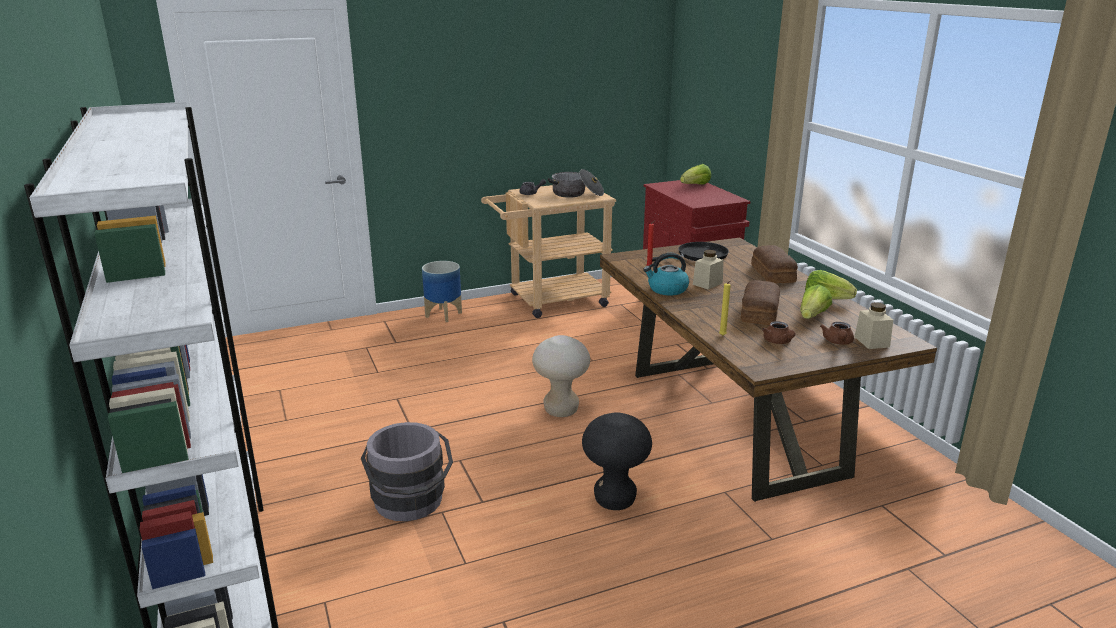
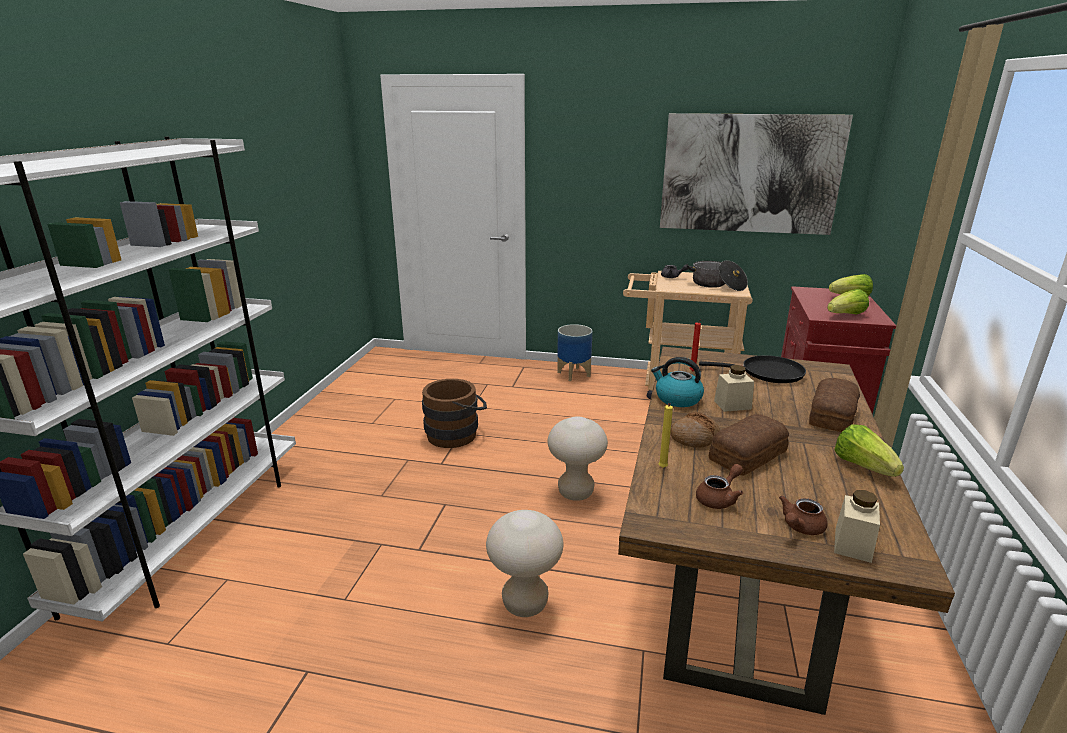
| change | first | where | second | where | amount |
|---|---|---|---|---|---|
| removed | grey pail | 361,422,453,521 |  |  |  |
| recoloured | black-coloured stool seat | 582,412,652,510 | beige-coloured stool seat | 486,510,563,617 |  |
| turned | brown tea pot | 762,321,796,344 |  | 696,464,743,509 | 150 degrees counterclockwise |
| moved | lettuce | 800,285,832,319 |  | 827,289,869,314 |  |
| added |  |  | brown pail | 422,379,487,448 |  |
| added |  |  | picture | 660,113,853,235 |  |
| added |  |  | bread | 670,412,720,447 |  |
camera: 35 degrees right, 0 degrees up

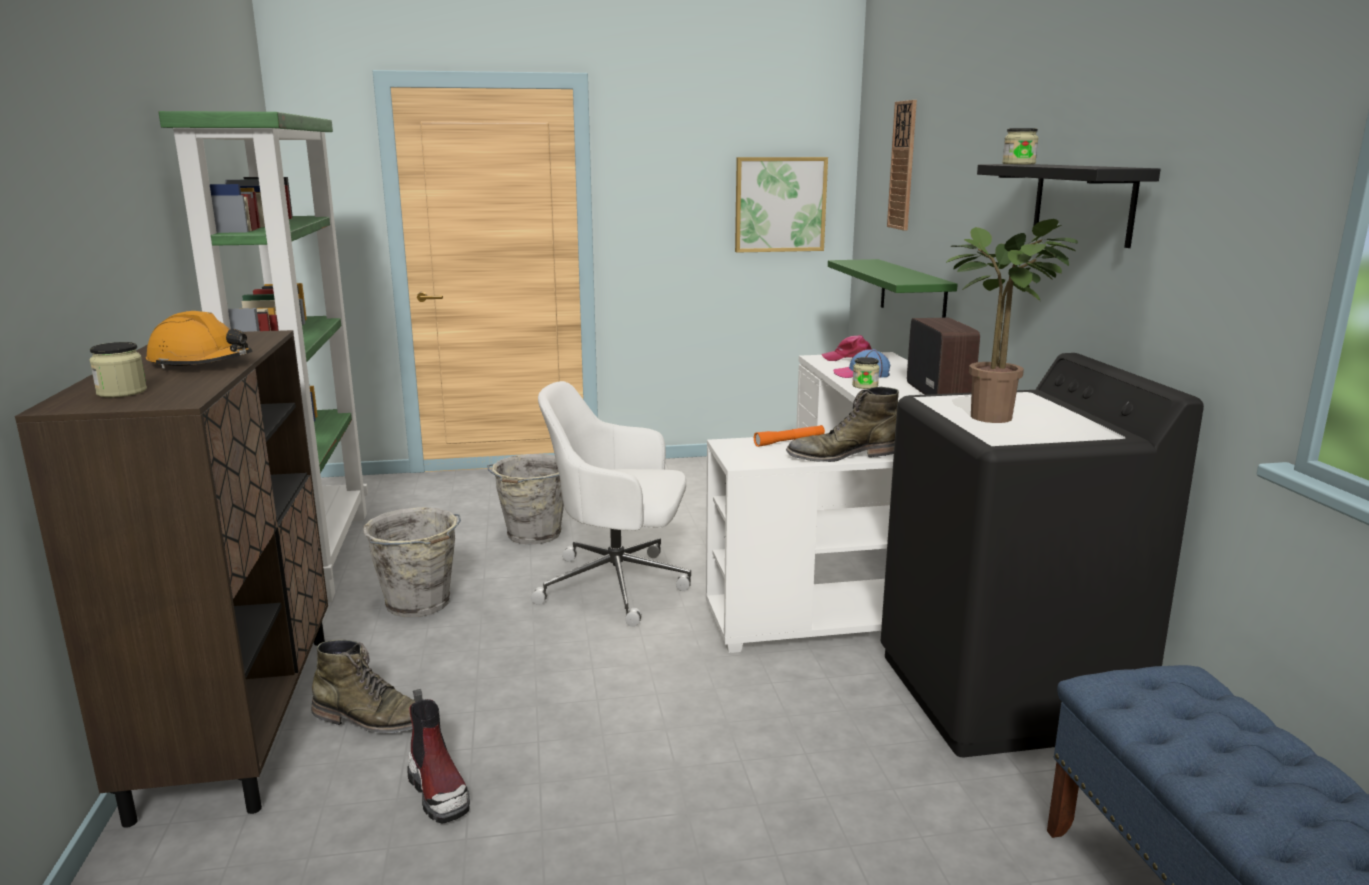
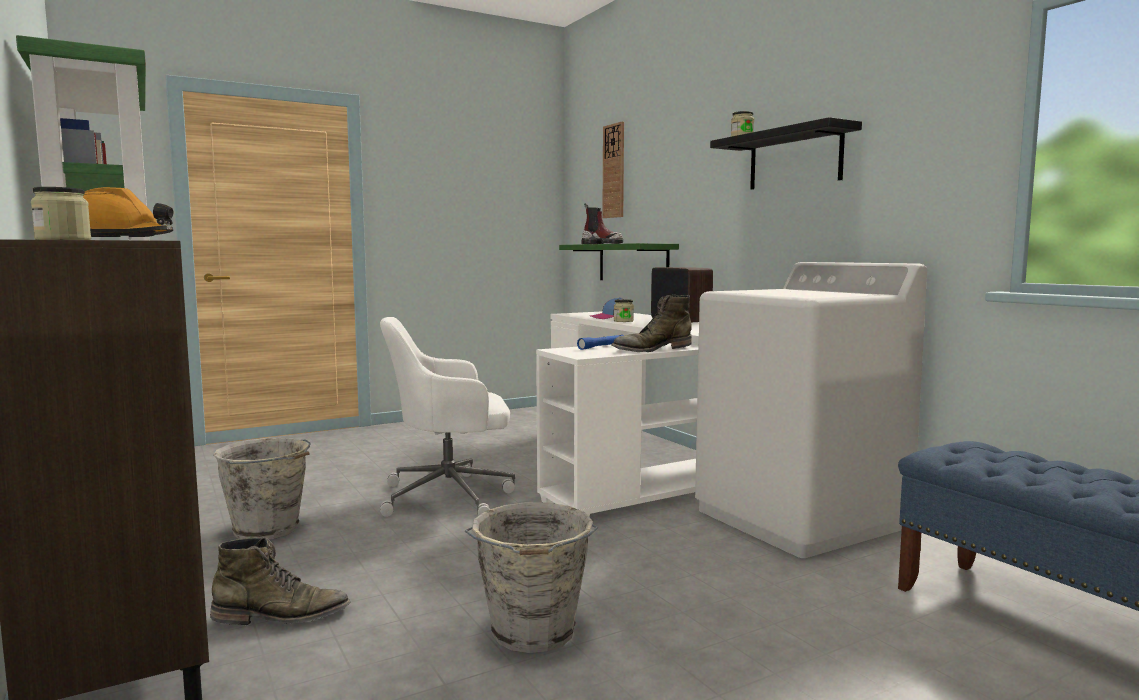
| change | first | where | second | where | amount |
|---|---|---|---|---|---|
| moved | high-top boot | 407,689,470,824 |  | 581,204,623,244 |  |
| moved | grey pail | 488,454,564,545 |  | 465,502,598,653 |  |
| removed | picture | 735,157,828,253 |  |  |  |
| recoloured | orangey hand torch | 754,425,825,447 | blue hand torch | 577,335,624,350 |  |
| removed | pinkish cap | 821,335,872,361 |  |  |  |
| recoloured | black-coloured laundry machine | 881,353,1204,757 | whitish laundry machine | 695,262,927,558 |  |
| removed | plant in a pot | 946,219,1078,423 |  |  |  |
camera: 20 degrees left, 10 degrees down

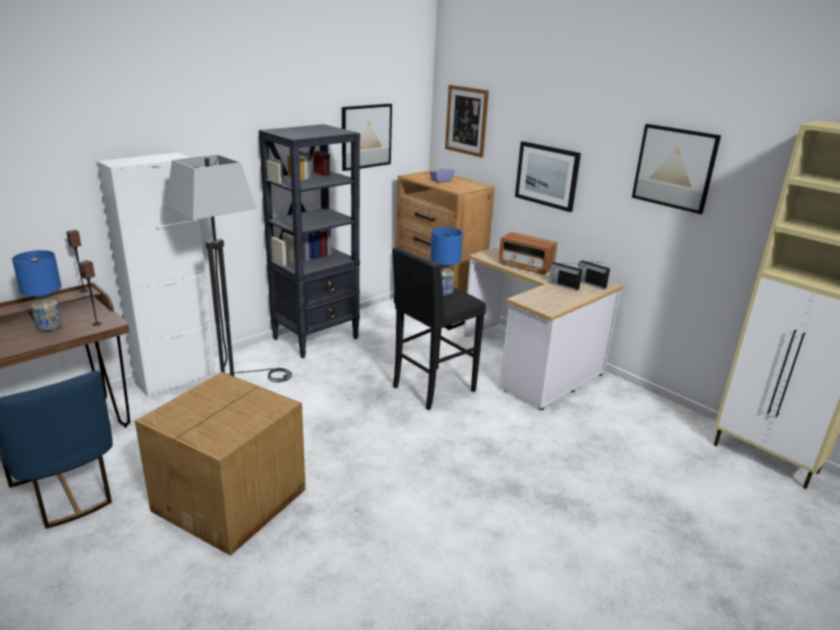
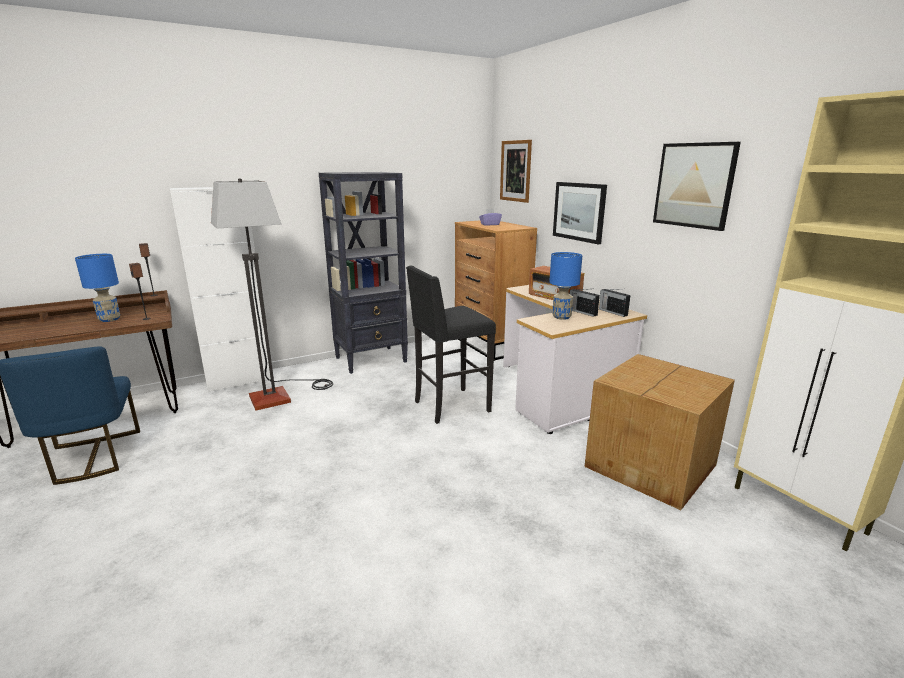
| change | first | where | second | where | amount |
|---|---|---|---|---|---|
| moved | carton | 135,372,306,556 |  | 584,354,735,510 |  |
| removed | picture | 342,104,392,171 |  |  |  |
| moved | blue lamp for a table | 430,227,463,296 |  | 549,252,582,320 |  |
camera: 15 degrees right, 5 degrees down

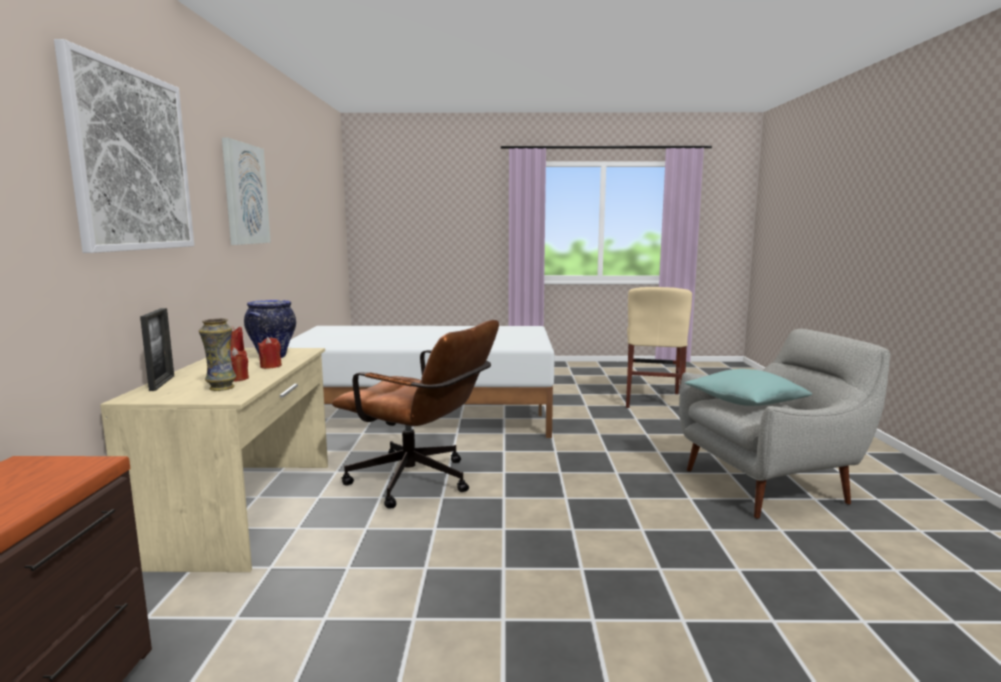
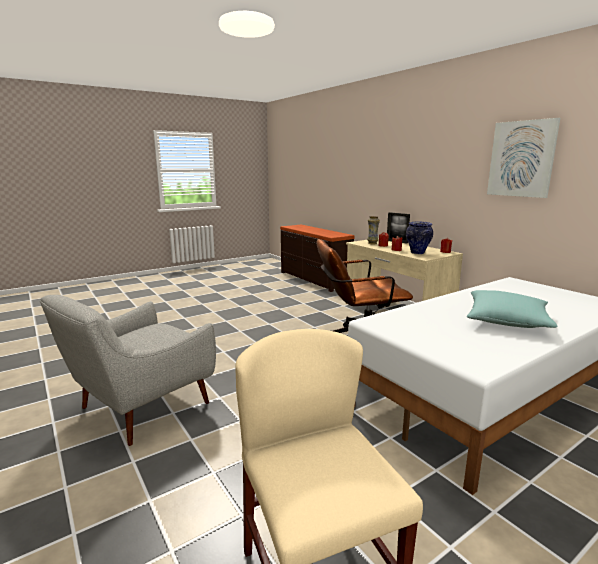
| change | first | where | second | where | amount |
|---|---|---|---|---|---|
| removed | picture | 54,39,194,253 |  |  |  |
| moved | turquoise throw pillow | 685,369,812,406 |  | 467,290,558,328 |  |
camera: 145 degrees right, 5 degrees up

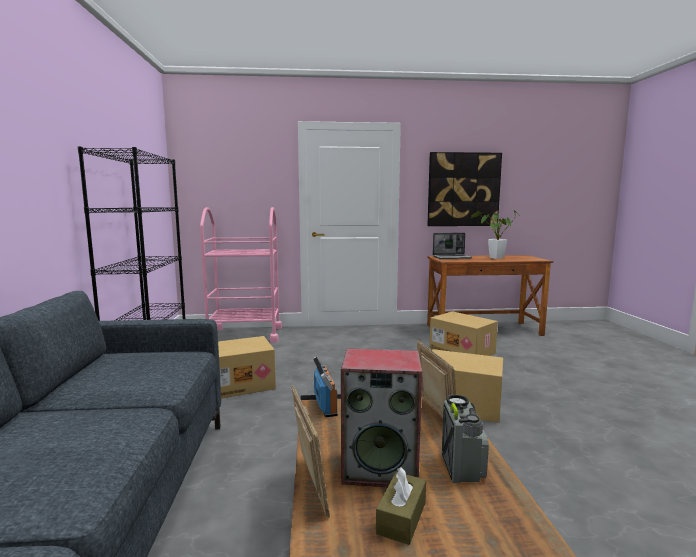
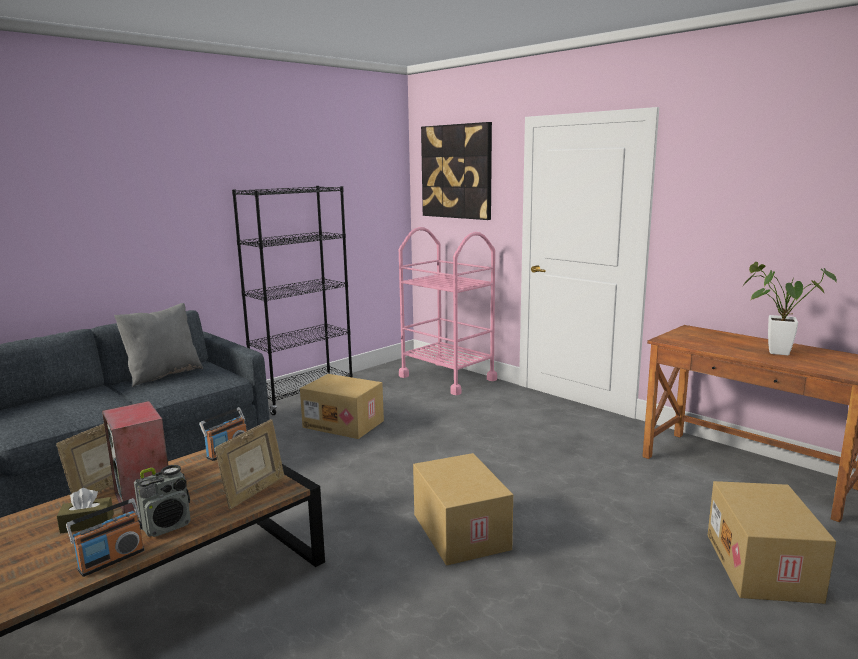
| change | first | where | second | where | amount |
|---|---|---|---|---|---|
| moved | picture | 427,152,502,226 |  | 421,122,492,220 |  |
| moved | carton | 429,311,498,356 |  | 708,481,836,604 |  |
| removed | laptop | 432,233,473,259 |  |  |  |
| added |  |  | radio set | 66,498,144,577 |  |
| added |  |  | grey throw pillow | 114,303,203,387 |  |
camera: 50 degrees right, 5 degrees up

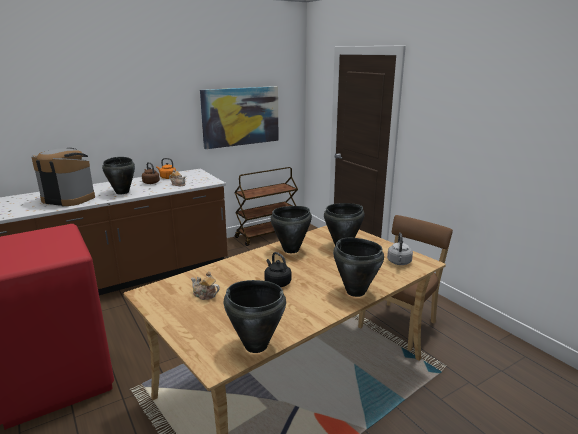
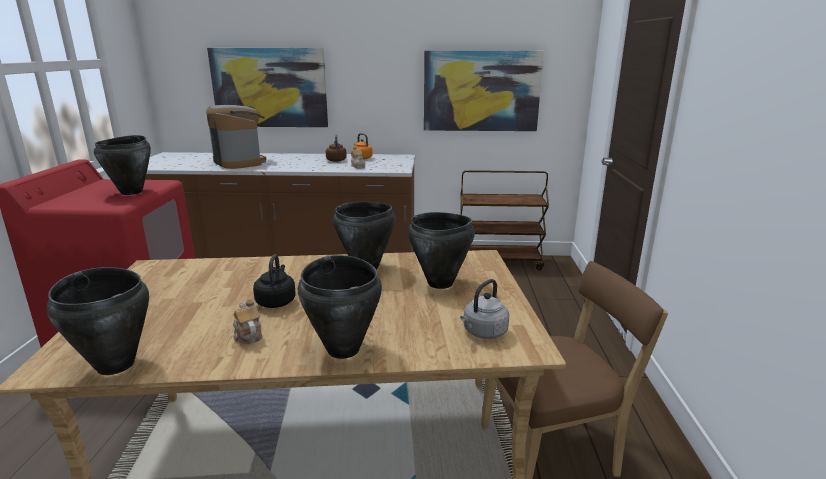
| change | first | where | second | where | amount |
|---|---|---|---|---|---|
| moved | black-coloured stockpot | 102,157,135,194 |  | 94,135,151,195 |  |
| moved | tea pot | 191,271,220,300 |  | 233,299,262,344 |  |
| added |  |  | picture | 207,48,328,127 |  |
camera: 35 degrees right, 0 degrees up

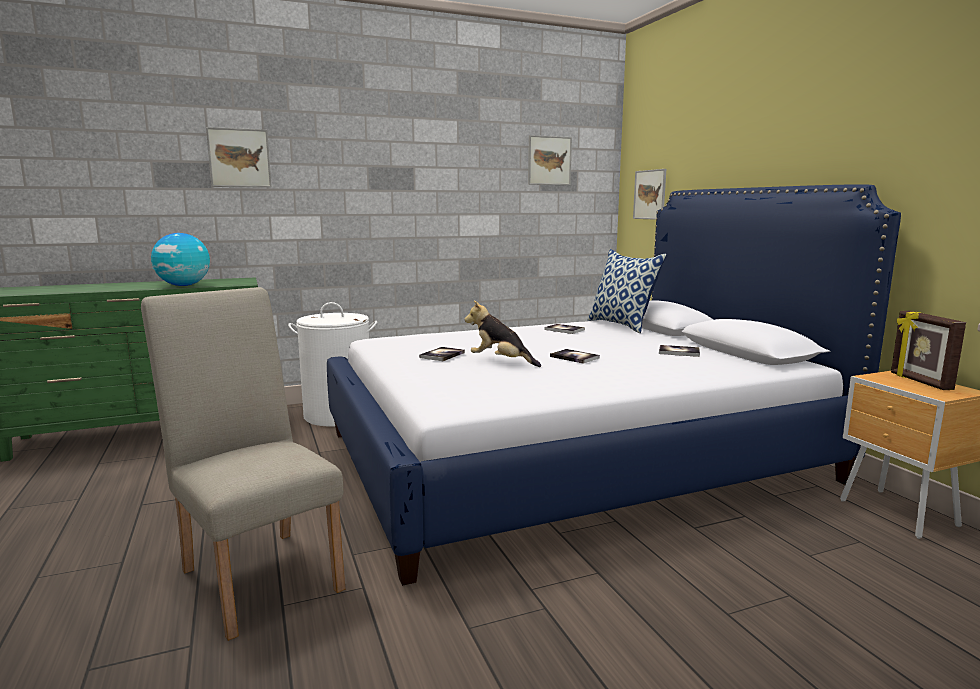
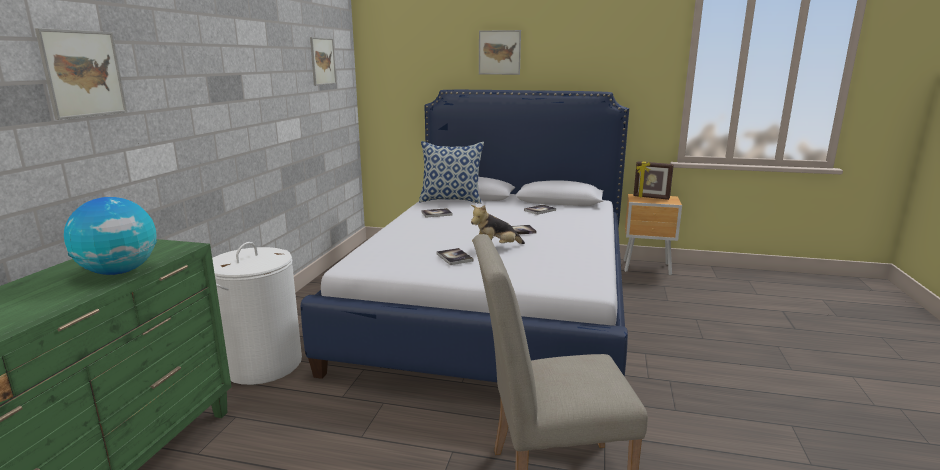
| change | first | where | second | where | amount |
|---|---|---|---|---|---|
| moved | picture | 633,169,666,220 |  | 479,30,521,75 |  |
camera: 55 degrees left, 5 degrees up

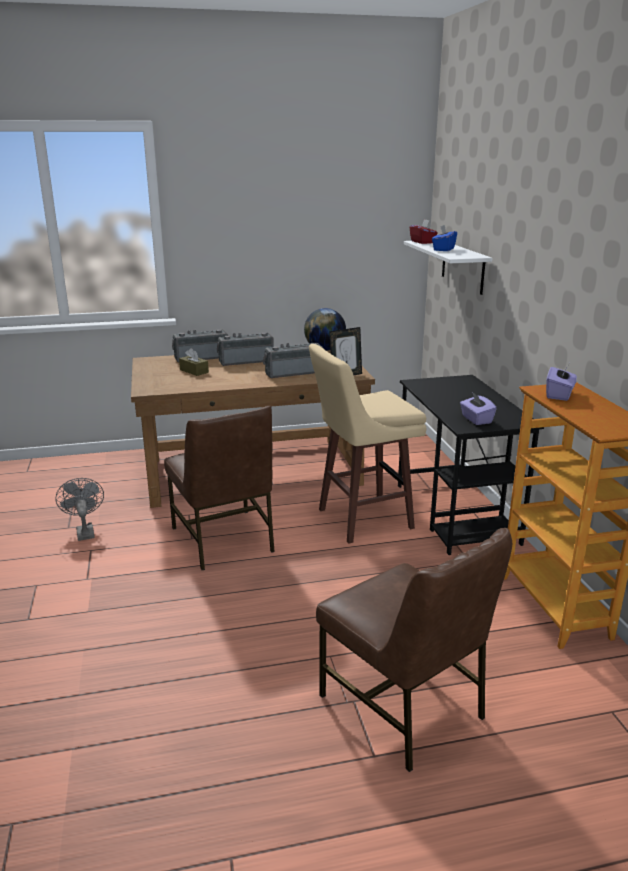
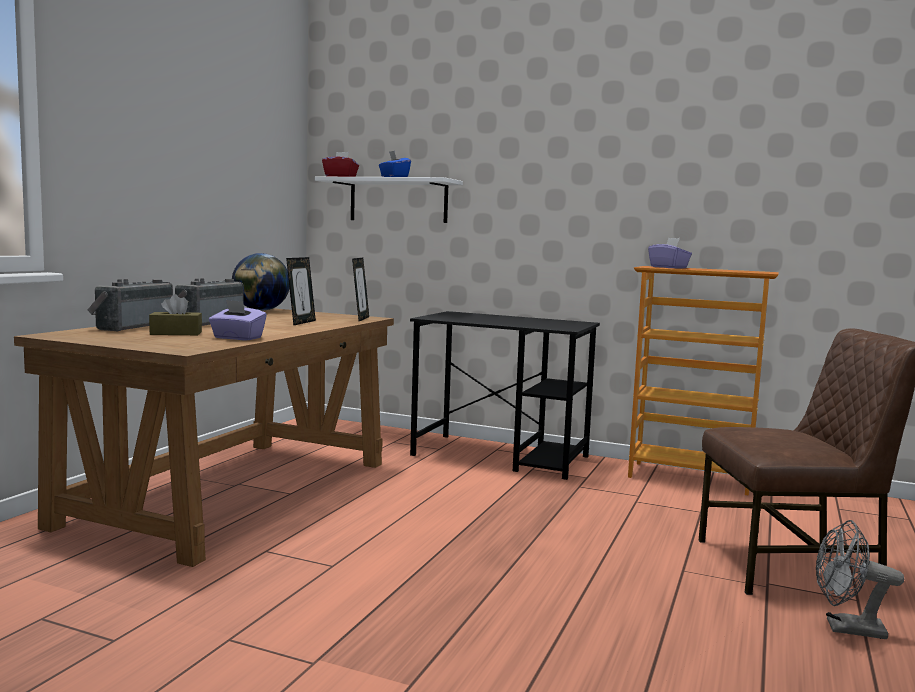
| change | first | where | second | where | amount |
|---|---|---|---|---|---|
| moved | grey cooling fan | 56,478,104,541 |  | 816,520,904,639 |  |
| removed | brown upright chair | 164,406,275,570 |  |  |  |
| replaced | radio set | 263,343,323,378 | photo frame | 286,257,316,325 |  |
| removed | beige-coloured stool seat | 309,344,426,544 |  |  |  |
| moved | purple tissue box | 460,392,497,425 |  | 209,300,267,340 |  |
camera: 55 degrees left, 15 degrees down

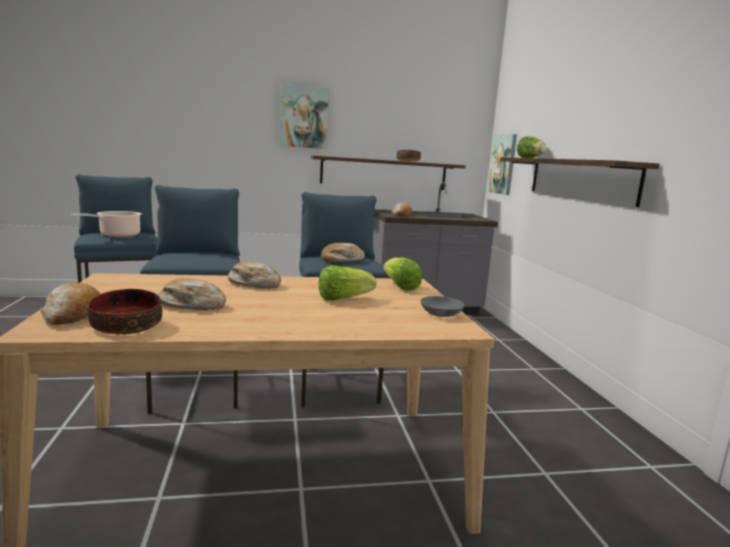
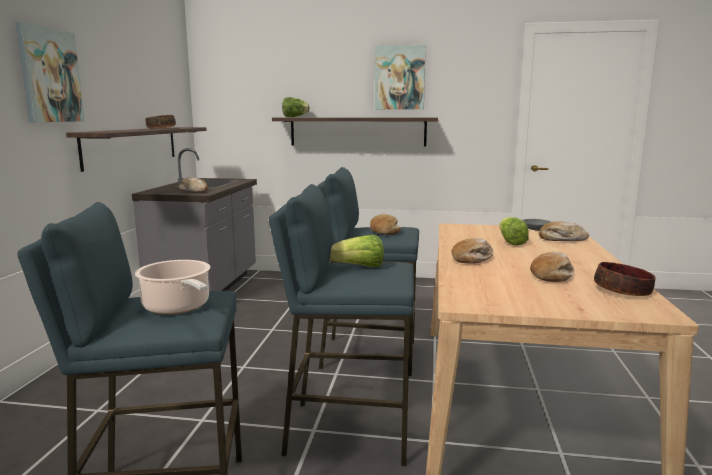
| change | first | where | second | where | amount |
|---|---|---|---|---|---|
| moved | bread | 40,283,101,325 |  | 539,221,589,241 |  |
| moved | lettuce | 383,258,422,291 |  | 330,235,384,267 |  |
| moved | picture | 486,134,517,195 |  | 375,45,426,110 |  |
camera: 70 degrees left, 0 degrees up

